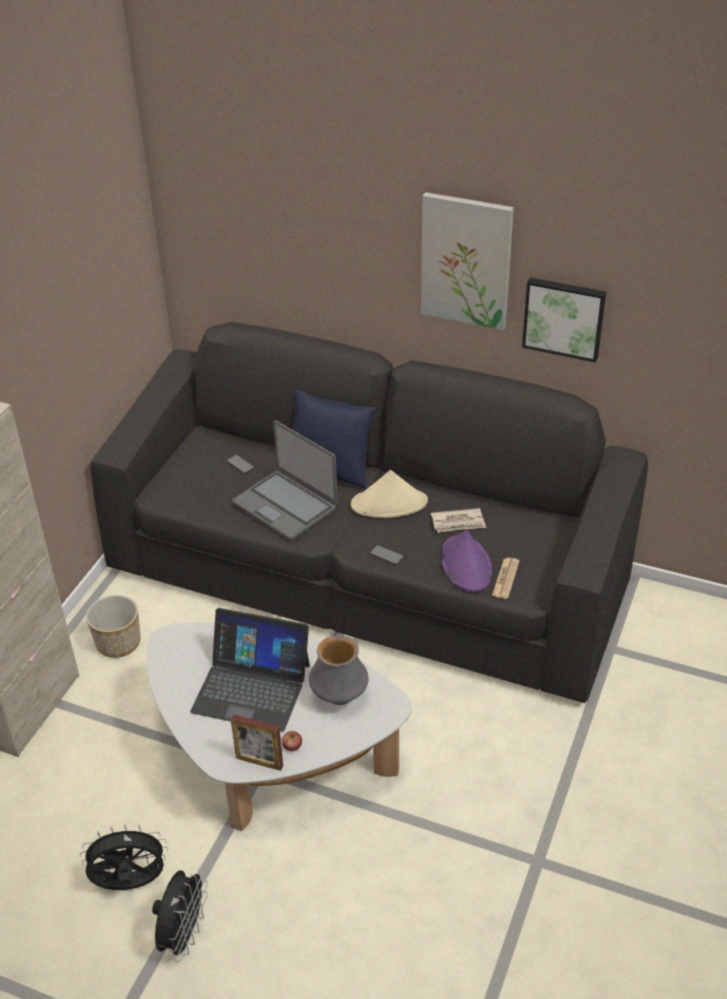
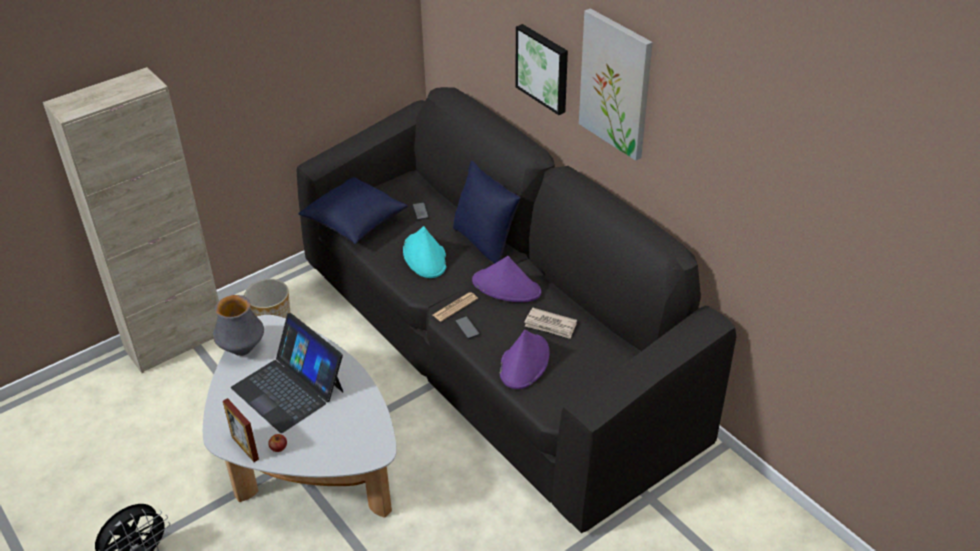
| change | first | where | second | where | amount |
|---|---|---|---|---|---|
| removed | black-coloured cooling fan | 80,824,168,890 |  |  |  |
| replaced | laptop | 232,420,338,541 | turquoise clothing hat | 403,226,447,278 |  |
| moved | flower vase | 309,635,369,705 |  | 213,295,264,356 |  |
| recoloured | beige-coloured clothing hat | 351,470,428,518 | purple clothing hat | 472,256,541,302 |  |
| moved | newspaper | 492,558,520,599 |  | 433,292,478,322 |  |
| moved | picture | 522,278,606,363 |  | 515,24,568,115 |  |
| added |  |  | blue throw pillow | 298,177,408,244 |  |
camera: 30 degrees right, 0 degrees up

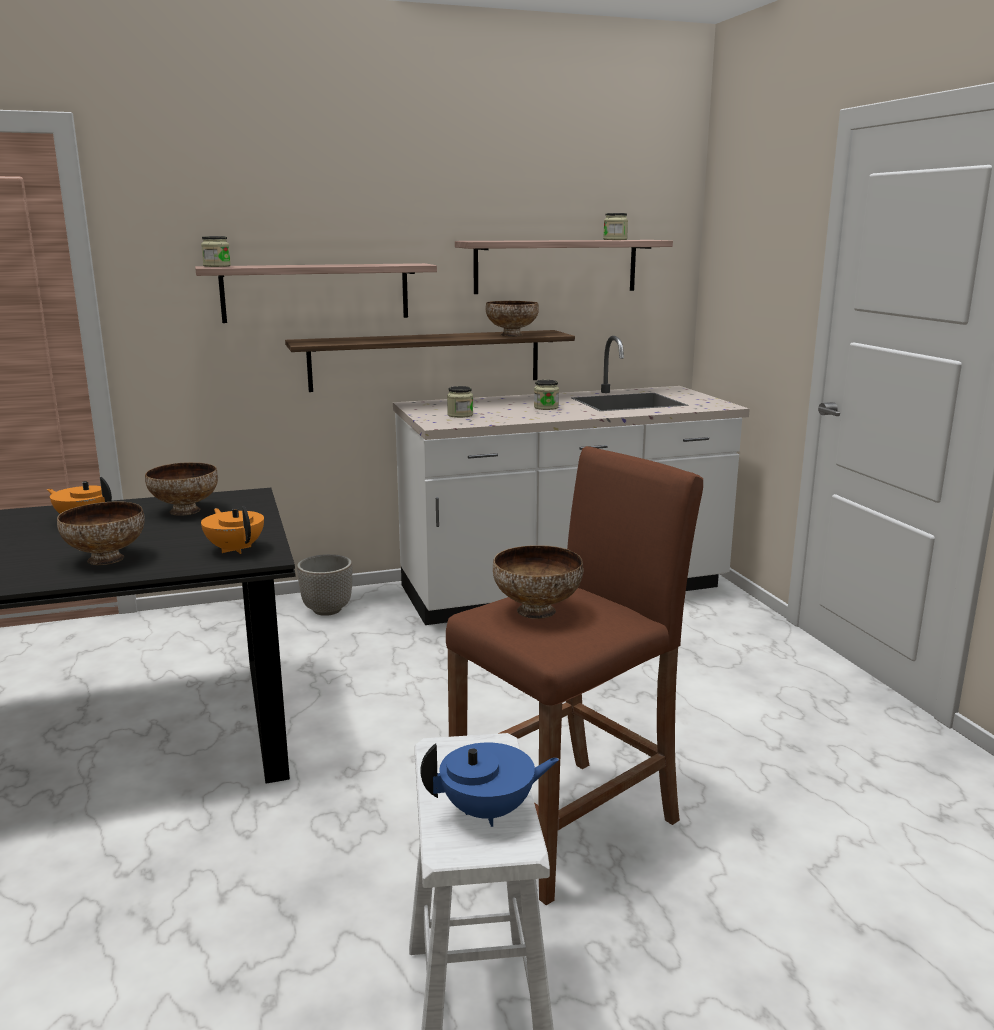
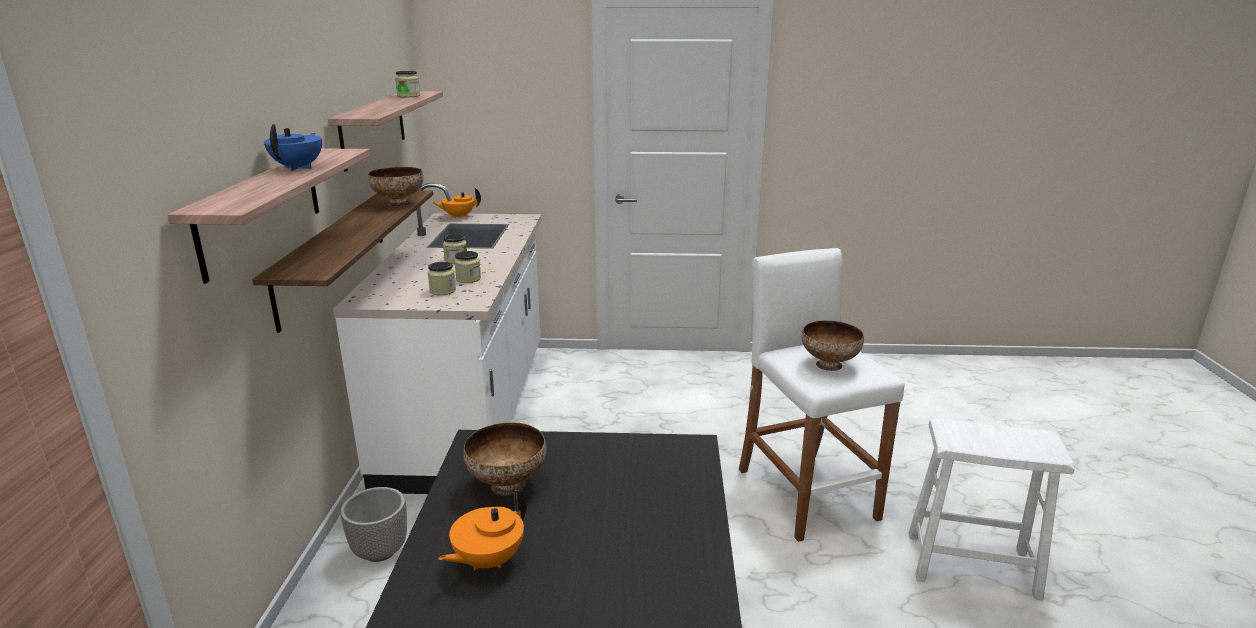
| change | first | where | second | where | amount |
|---|---|---|---|---|---|
| removed | deep dish | 57,501,145,565 |  |  |  |
| moved | jar | 201,236,231,267 |  | 454,251,481,283 |  |
| moved | orangey tea pot | 201,506,264,554 |  | 432,188,481,219 |  |
| moved | blue tea pot | 420,743,559,827 |  | 264,124,322,171 |  |
| recoloured | brown stool seat | 446,446,703,905 | whitish stool seat | 739,248,905,542 |  |
camera: 70 degrees left, 5 degrees up

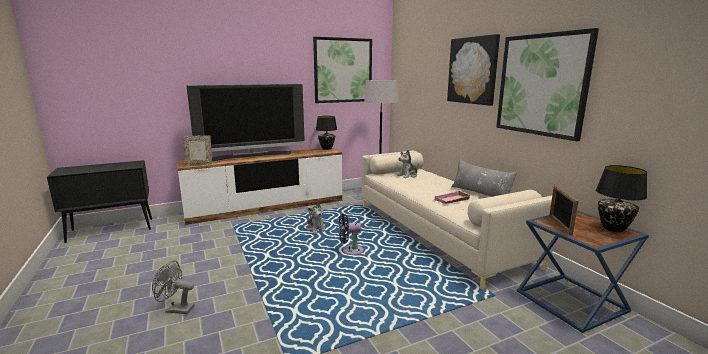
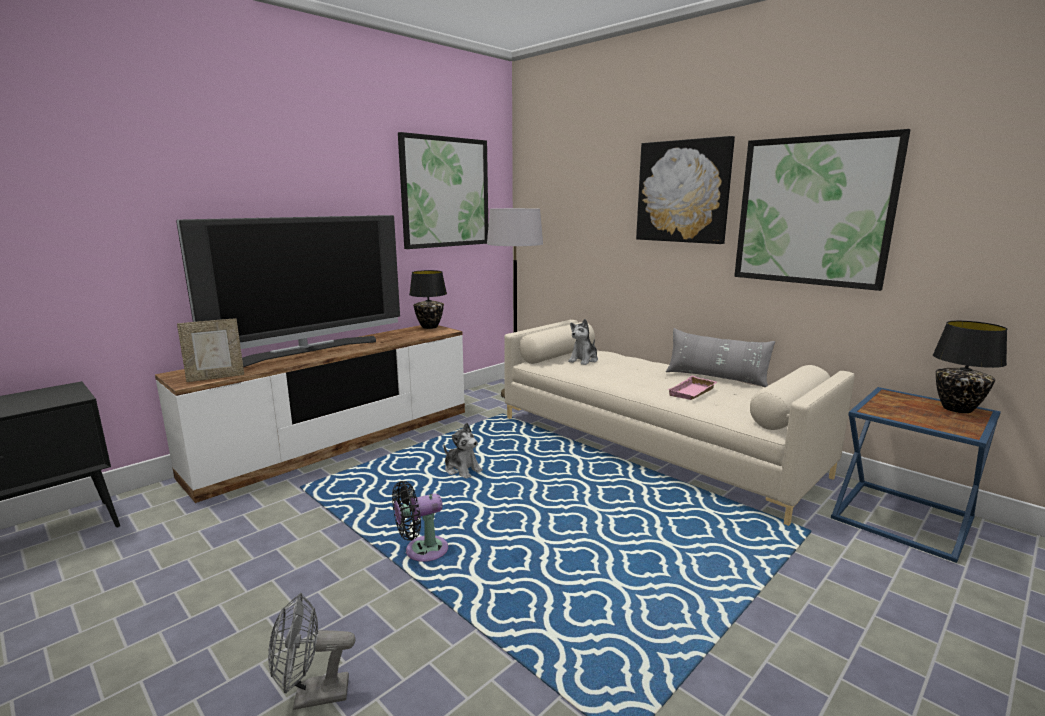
| change | first | where | second | where | amount |
|---|---|---|---|---|---|
| moved | black-coloured cooling fan | 339,214,364,255 |  | 392,481,448,562 |  |
| removed | photo frame | 549,185,579,236 |  |  |  |
camera: 20 degrees left, 0 degrees up

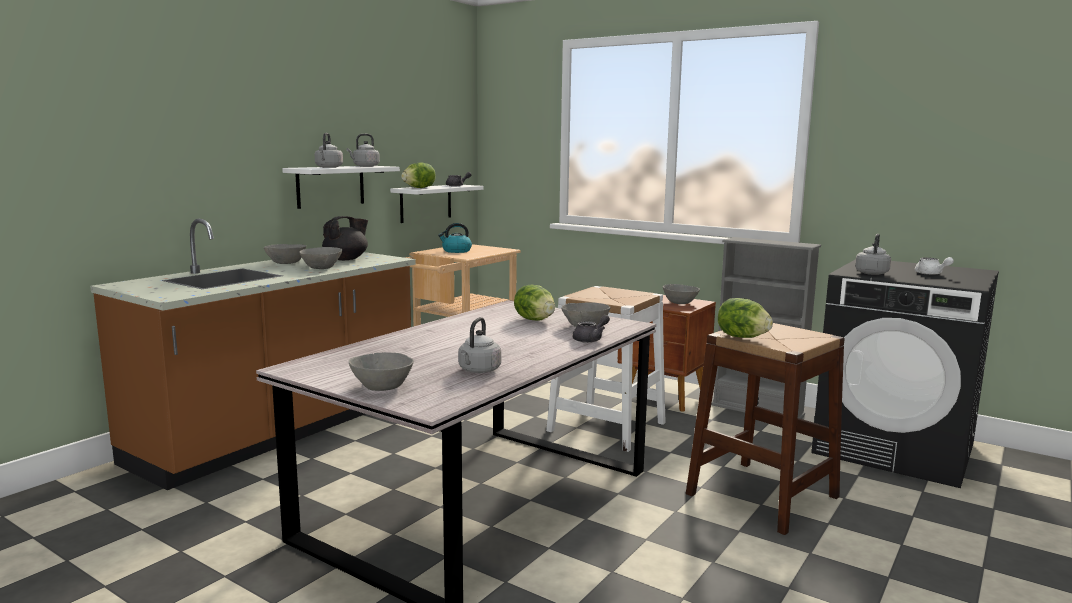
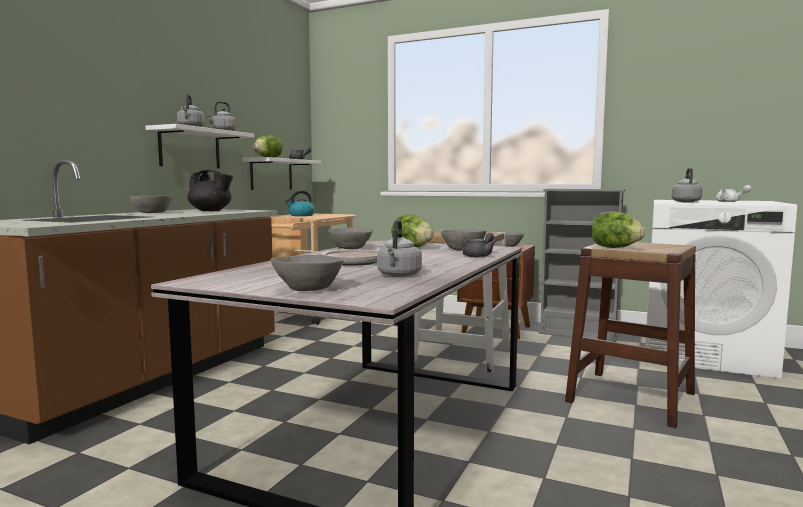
| change | first | where | second | where | amount |
|---|---|---|---|---|---|
| moved | grey deep dish | 299,247,342,269 |  | 328,227,373,249 |  |
| turned | black-coloured tea pot | 322,216,368,260 |  | 187,170,233,211 | 75 degrees clockwise |
| recoloured | black-coloured laundry machine | 811,259,999,488 | whitish laundry machine | 646,200,797,379 |  |
| added |  |  | skillet | 295,250,378,266 |  |
camera: 10 degrees left, 5 degrees down

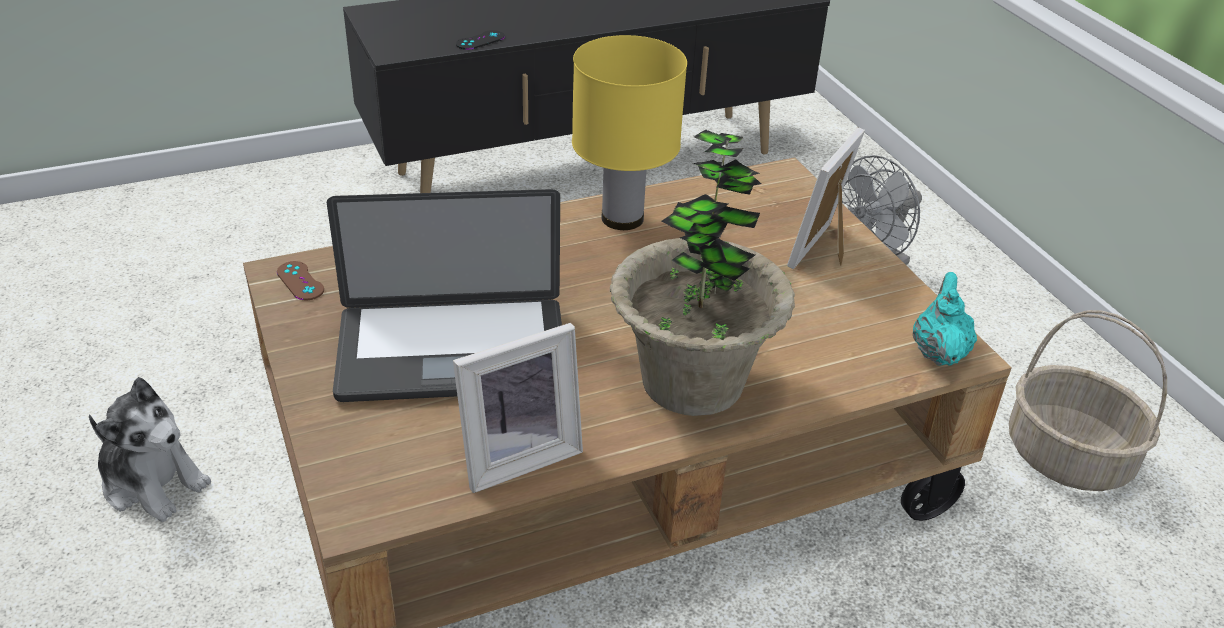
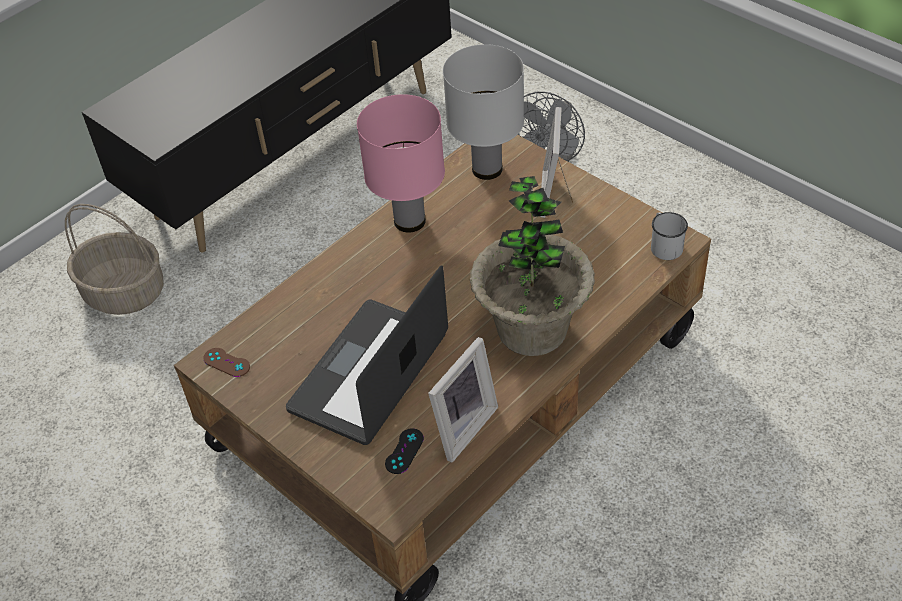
| change | first | where | second | where | amount |
|---|---|---|---|---|---|
| removed | plush toy | 89,377,211,522 |  |  |  |
| turned | laptop | 327,189,562,402 |  | 286,265,448,445 | 150 degrees clockwise |
| moved | black-coloured joypad | 456,30,505,50 |  | 385,428,424,474 |  |
| recoloured | yellowish lamp for a table | 572,35,687,230 | pinkish lamp for a table | 357,94,445,233 |  |
| replaced | turquoise tea pot | 913,272,977,366 | whitish tea mug | 651,212,688,260 |  |
| moved | basket | 1009,310,1167,491 |  | 65,204,164,315 |  |
| added |  |  | whitish lamp for a table | 443,44,524,180 |  |
camera: 20 degrees left, 10 degrees up

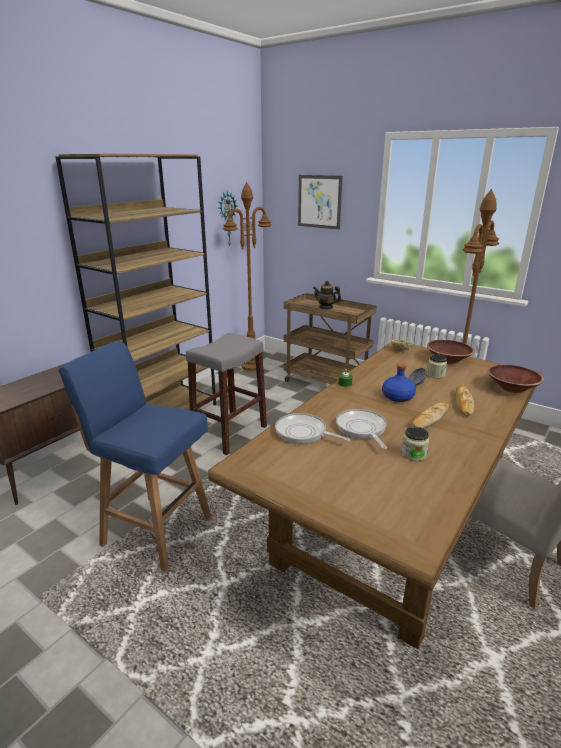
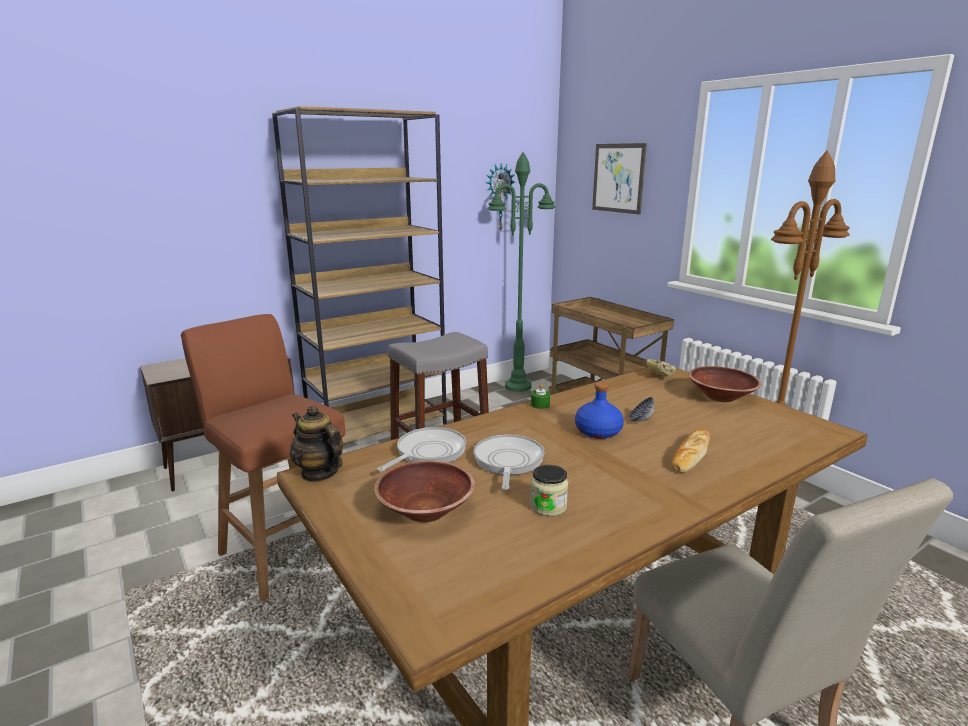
| change | first | where | second | where | amount |
|---|---|---|---|---|---|
| recoloured | blue stool seat | 59,341,212,572 | brown stool seat | 181,314,345,601 |  |
| recoloured | brown floor lamp | 223,182,272,371 | green floor lamp | 488,152,555,392 |  |
| turned | skillet | 275,413,350,444 |  | 378,427,466,471 | 75 degrees clockwise |
| moved | tea pot | 313,281,341,310 |  | 290,405,343,482 |  |
| removed | bread | 411,402,449,429 |  |  |  |
| removed | jar | 427,354,447,379 |  |  |  |
| moved | brown deep dish | 487,364,544,393 |  | 374,461,475,522 |  |
camera: 20 degrees right, 5 degrees down

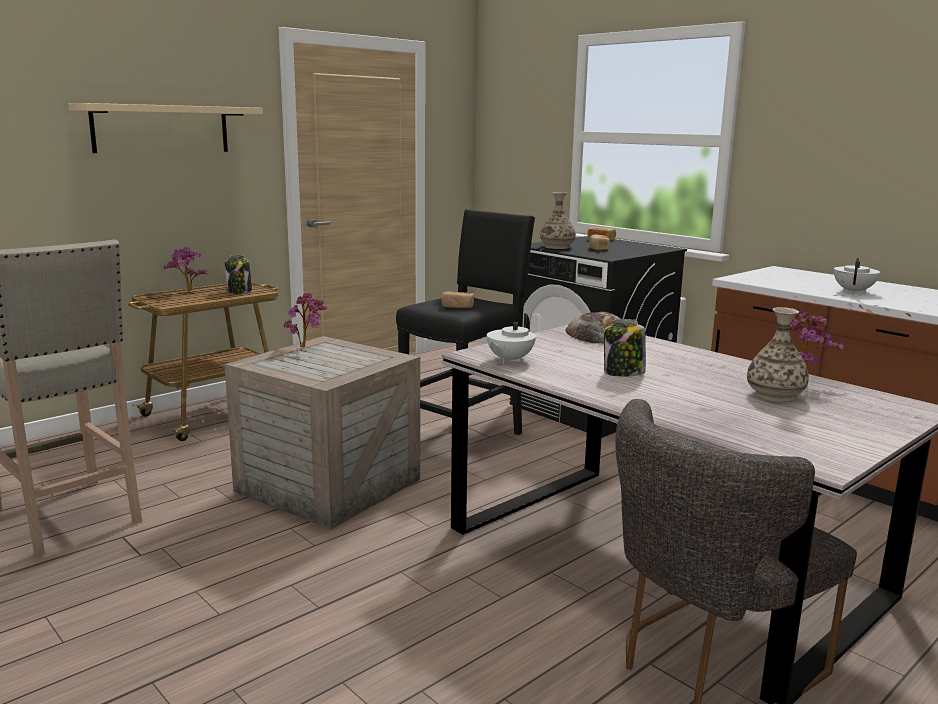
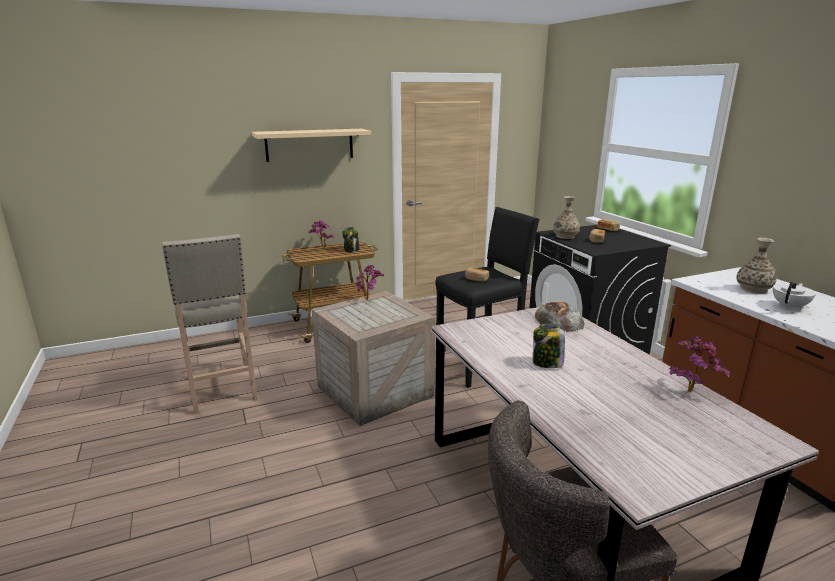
| change | first | where | second | where | amount |
|---|---|---|---|---|---|
| removed | whitish tea pot | 487,313,536,363 |  |  |  |
| moved | flower vase | 747,307,809,402 |  | 736,238,777,293 |  |
camera: 20 degrees right, 5 degrees up

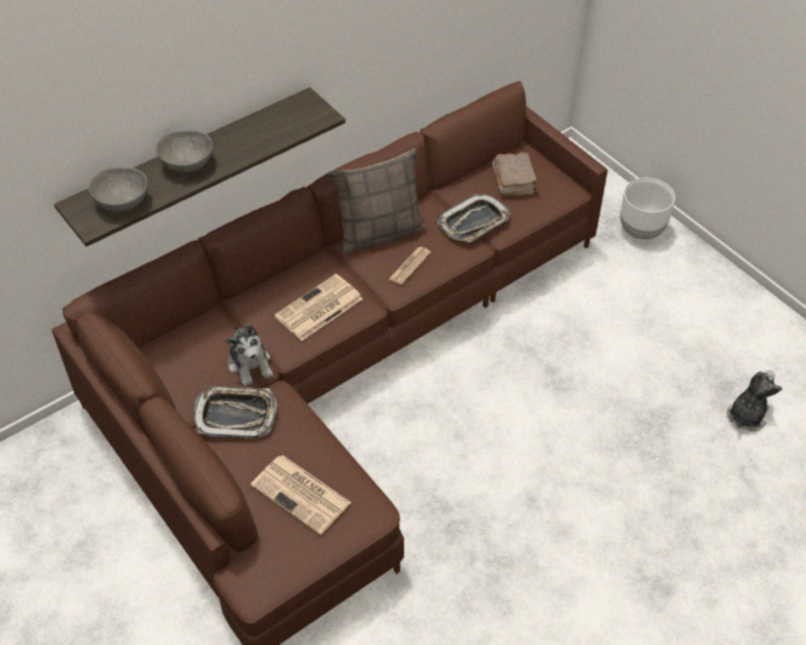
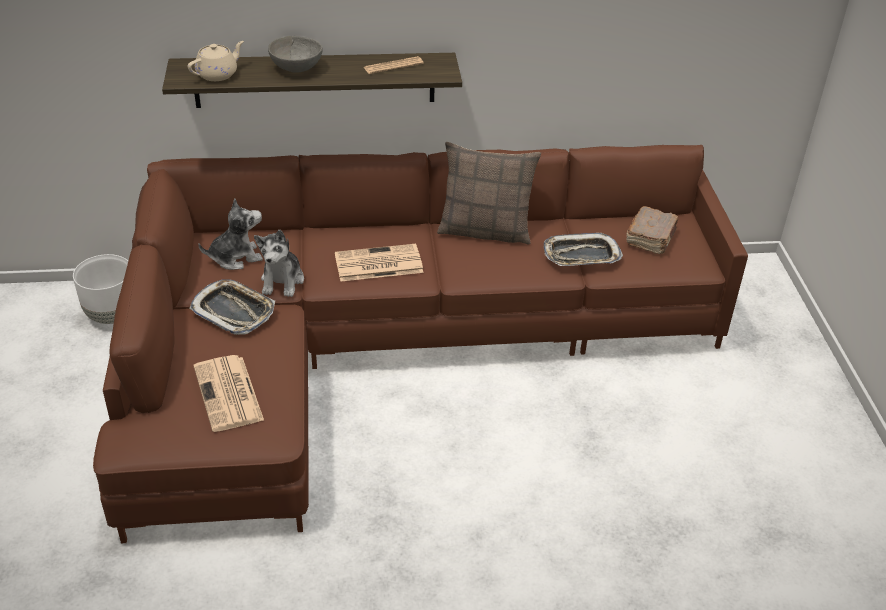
| change | first | where | second | where | amount |
|---|---|---|---|---|---|
| replaced | grey deep dish | 89,167,148,211 | beige-coloured tea pot | 188,41,244,81 |  |
| moved | newspaper | 389,247,431,285 |  | 364,56,424,74 |  |
| moved | whitish planter | 620,178,675,240 |  | 73,254,128,324 |  |
| moved | plush toy | 727,370,782,431 |  | 198,199,263,270 |  |
camera: 30 degrees right, 10 degrees down

